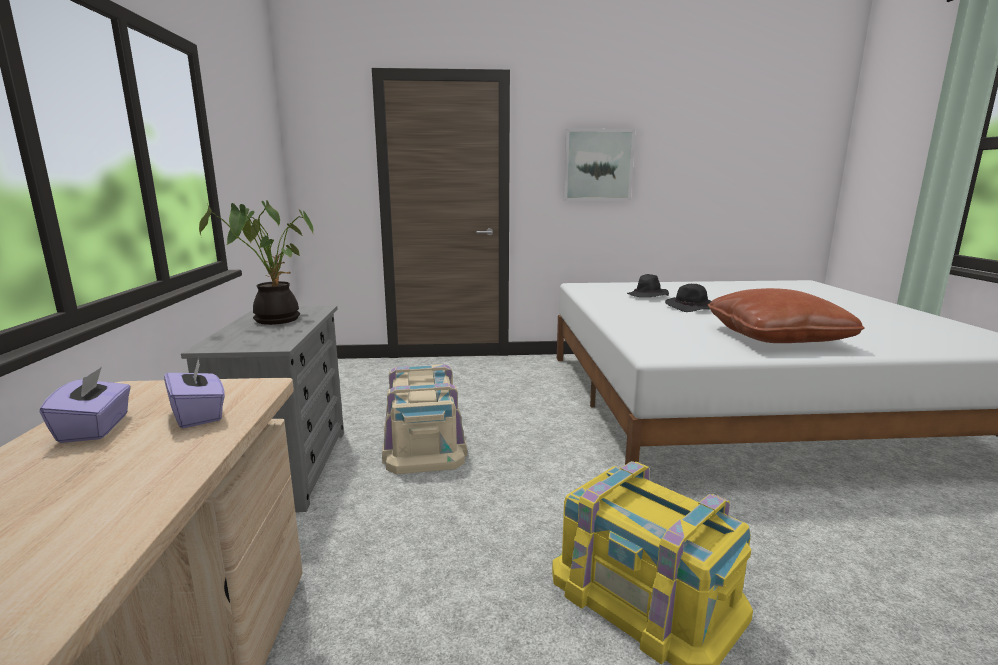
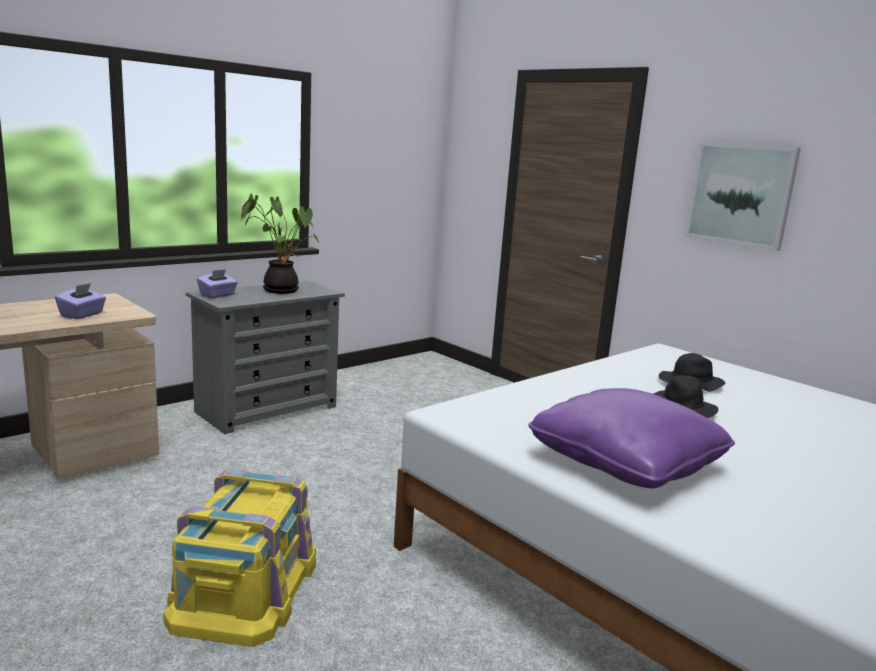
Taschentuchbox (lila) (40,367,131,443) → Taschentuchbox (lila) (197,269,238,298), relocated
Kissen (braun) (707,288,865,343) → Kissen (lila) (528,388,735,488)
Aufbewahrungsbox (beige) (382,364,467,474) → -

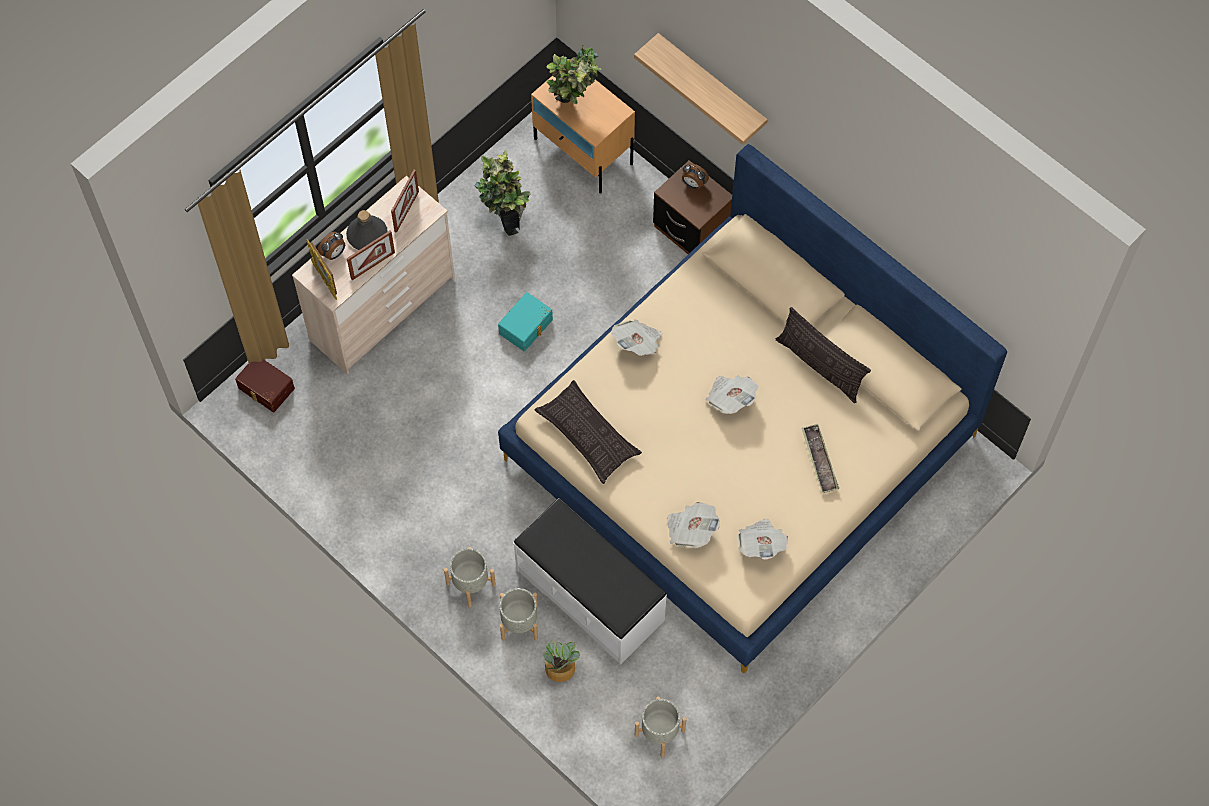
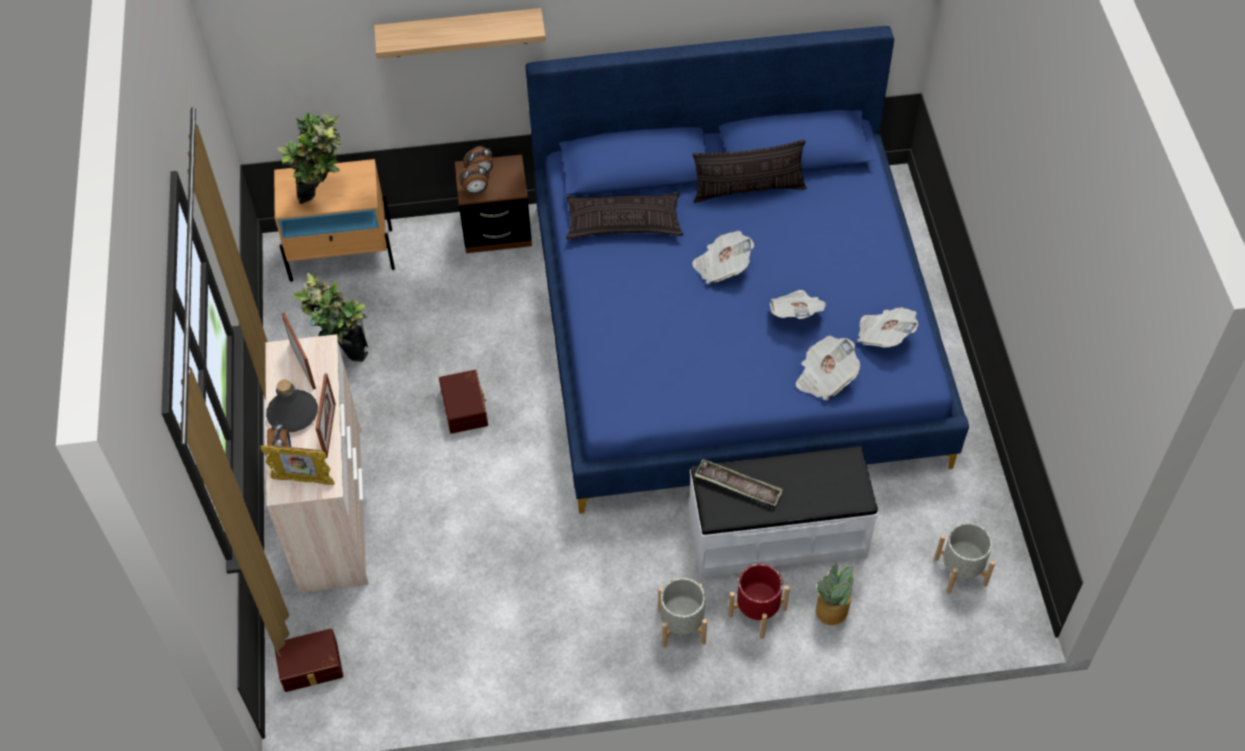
Aufbewahrungsbox (türkis) (498,292,553,352) → Aufbewahrungsbox (braun) (439,370,488,434)
- → Wecker (459,164,488,194)
Bett (beige) (498,144,1007,674) → Bett (blau) (525,26,969,514)
Kissen (535,380,642,484) → Kissen (566,192,683,239), relocated
Tablett (801,424,839,493) → Tablett (695,459,783,507), relocated
Pflanzkübel (grau) (499,588,538,641) → Pflanzkübel (rot) (728,563,790,639)
Zeitung (611,319,662,356) → Zeitung (770,290,826,319), relocated

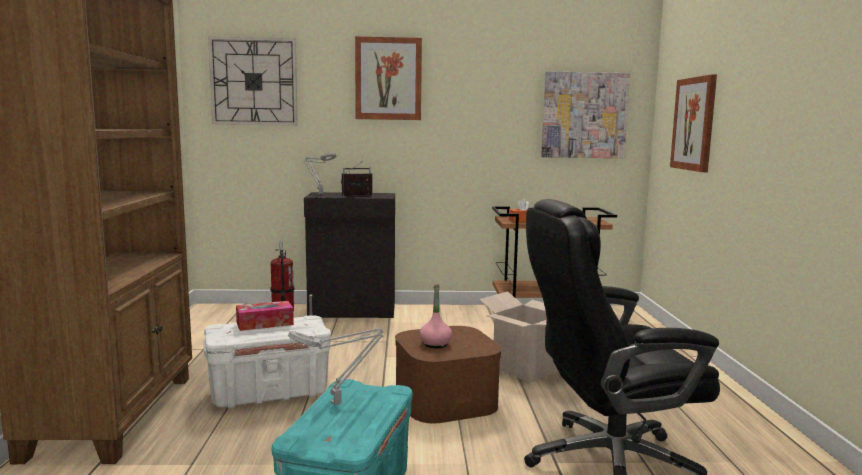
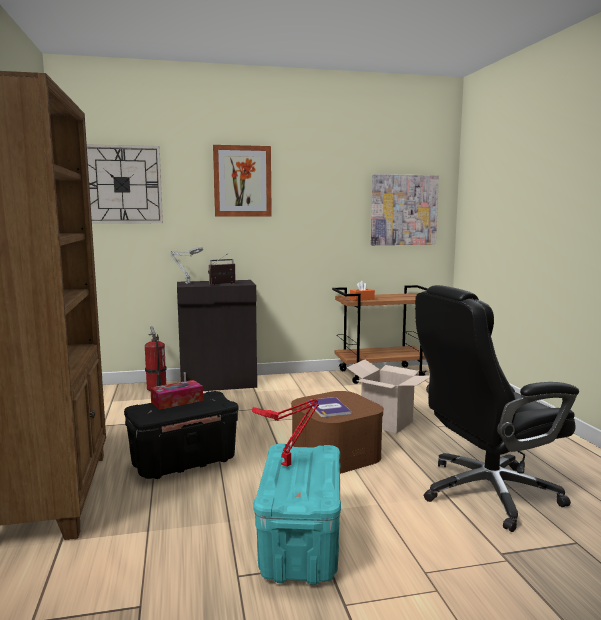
Aufbewahrungsbox (weiß) (203,315,331,409) → Aufbewahrungsbox (schwarz) (124,391,239,479)
Tischlampe (grau) (288,328,384,405) → Tischlampe (rot) (252,399,319,467)
Flasche (rosa) (420,284,452,348) → Buch (308,397,352,417)
Bild (670,74,717,172) → -

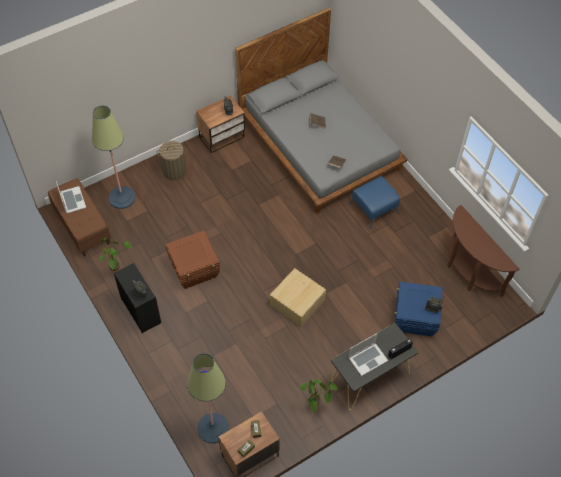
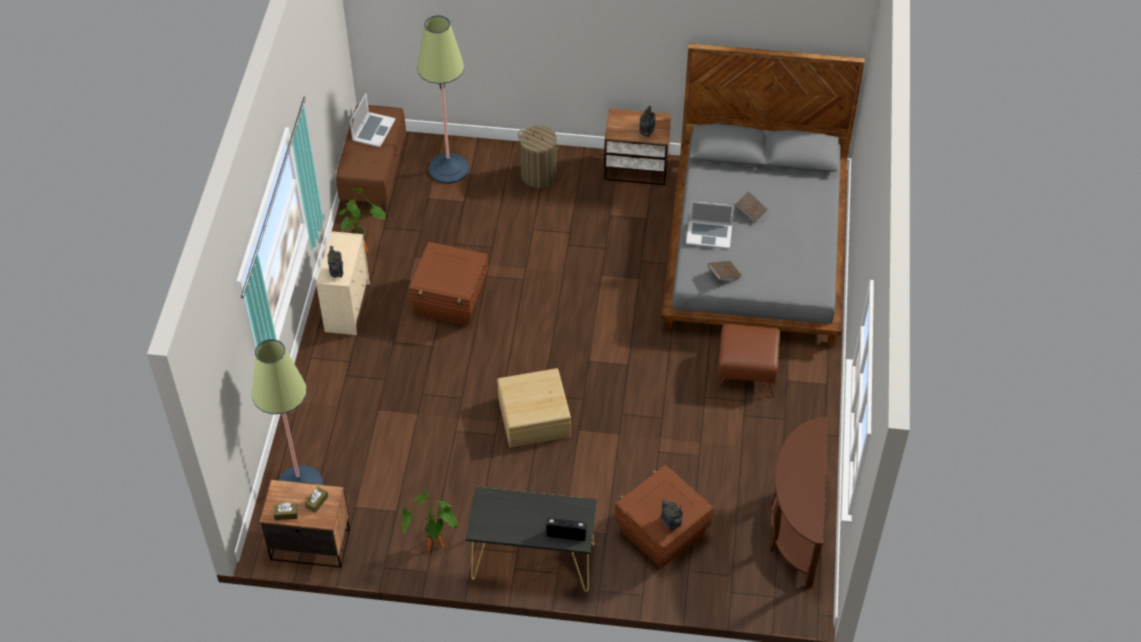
Kommode (schwarz) (114,263,161,333) → Kommode (beige) (316,231,370,335)
Aufbewahrungsbox (blau) (394,282,443,336) → Aufbewahrungsbox (braun) (615,465,714,569)
Laptop (349,333,388,376) → Laptop (686,201,734,249), relocated
Polsterhocker (blau) (350,176,400,229) → Polsterhocker (braun) (715,323,780,397)

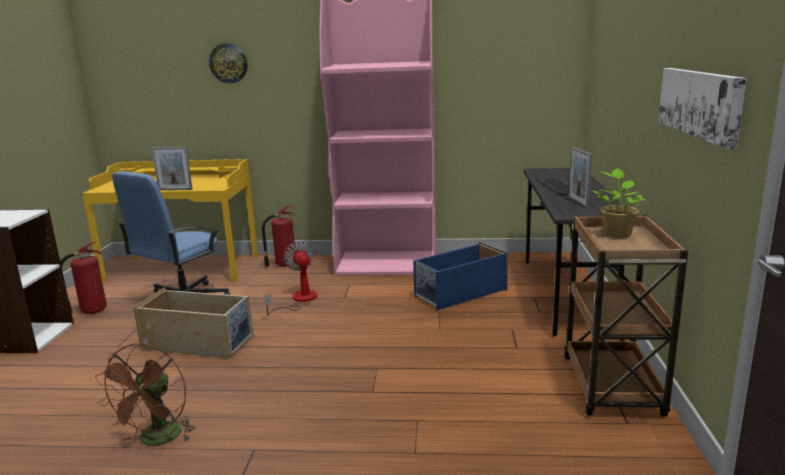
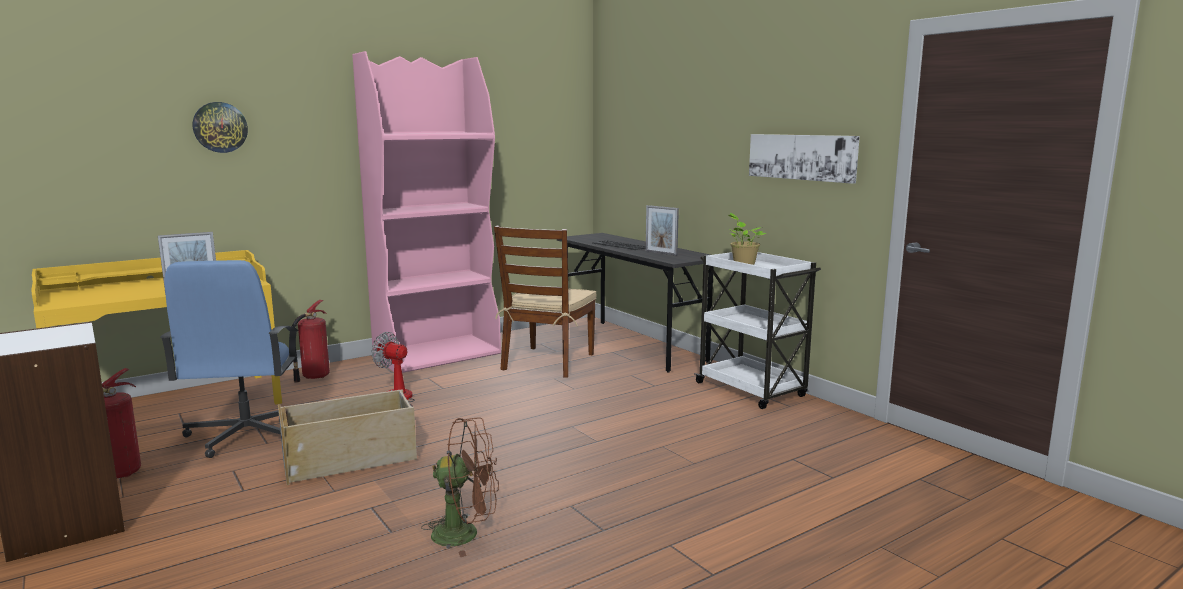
Ventilator (braun) (95,343,196,446) → Ventilator (braun) (421,417,499,557), 60 degrees counterclockwise
Aufbewahrungsbox (blau) (413,242,508,310) → Stuhl (braun) (494,226,597,378)
Rollwagen (braun) (564,215,688,416) → Rollwagen (weiß) (694,252,821,409)

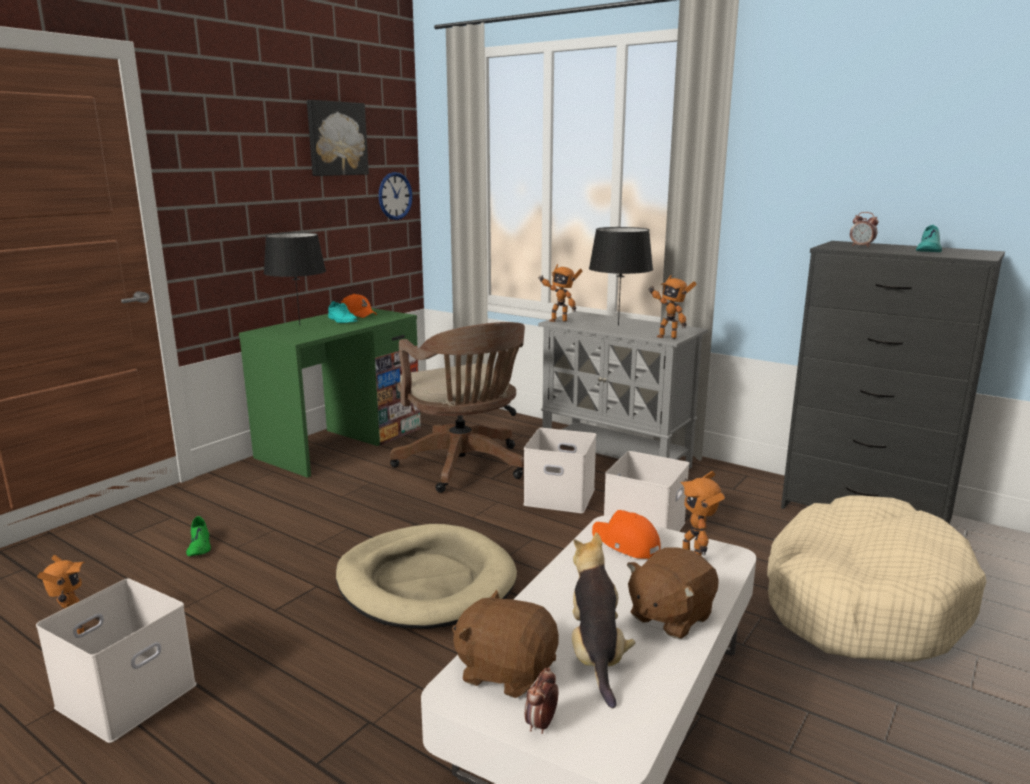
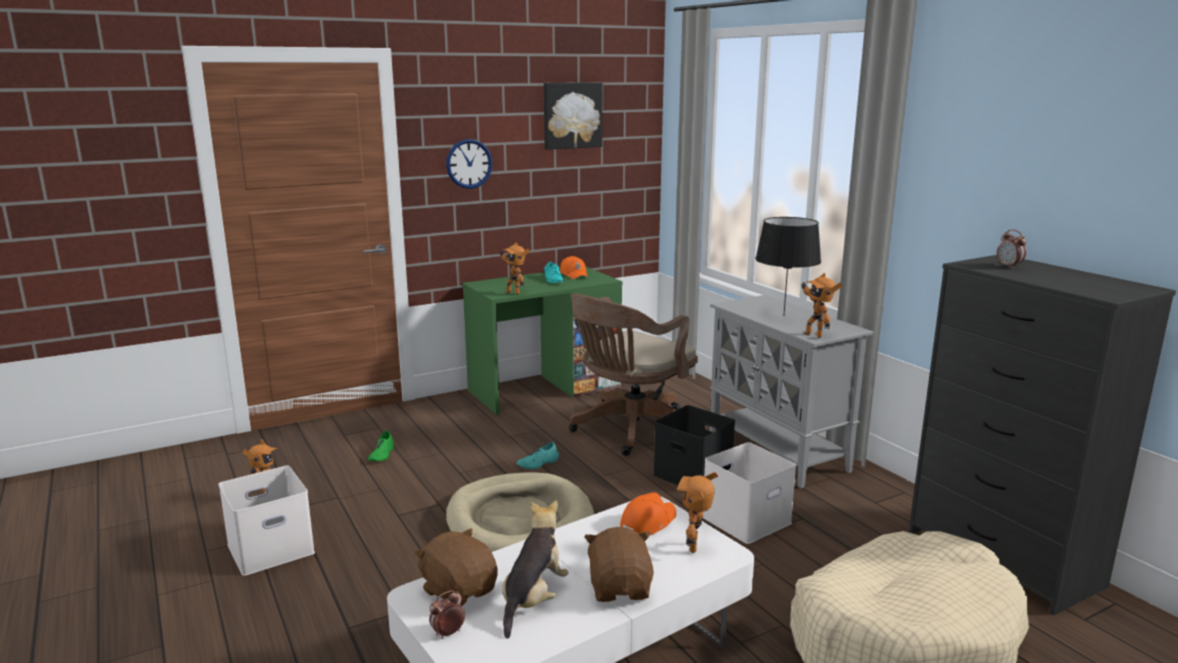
Wanduhr (379,172,413,220) → Wanduhr (446,139,493,189), relocated
Spielzeugroboter (539,264,582,322) → Spielzeugroboter (500,242,530,295), relocated
Schuh (türkis) (916,225,942,252) → Schuh (türkis) (517,442,559,469), relocated
Bürostuhl (braun) (390,322,525,493) → Bürostuhl (braun) (569,294,698,456), 45 degrees clockwise
Plüschtier (braun) (627,548,719,639) → Plüschtier (braun) (584,527,654,602), 105 degrees clockwise
Kappe (orange) (592,510,661,559) → Kappe (orange) (620,493,676,536), 60 degrees clockwise
Aufbewahrungsbox (weiß) (523,428,596,513) → Aufbewahrungsbox (schwarz) (653,405,735,485)
Tischlampe (schwarz) (264,232,326,325) → -

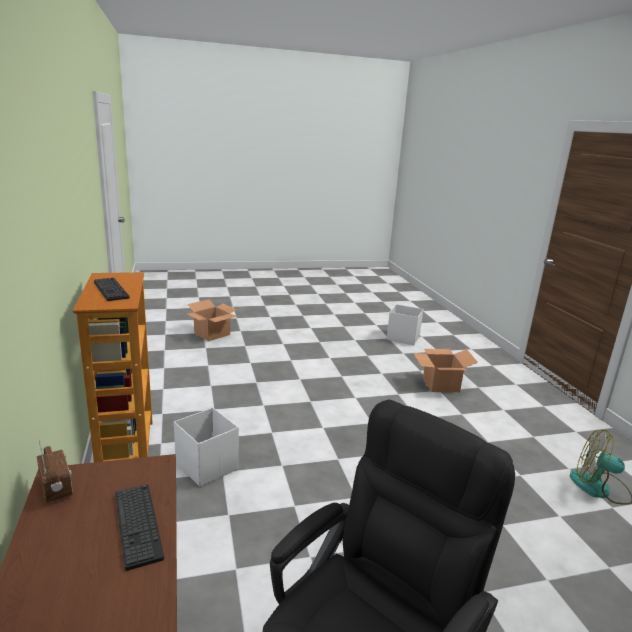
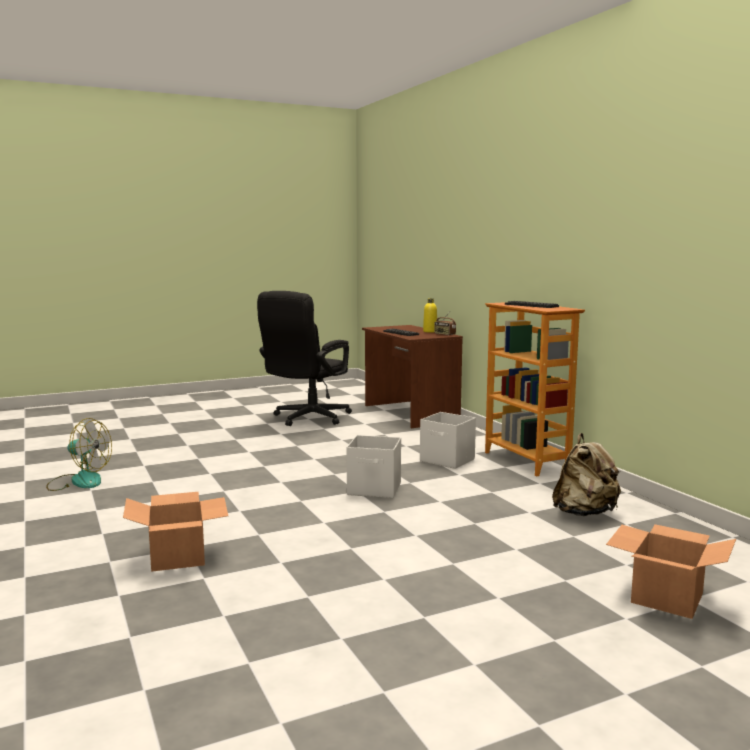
Aufbewahrungsbox (weiß) (387,304,423,345) → Aufbewahrungsbox (weiß) (347,435,401,498), relocated
- → Flasche (gelb) (423,298,437,332)
- → Rucksack (beige) (552,433,621,516)

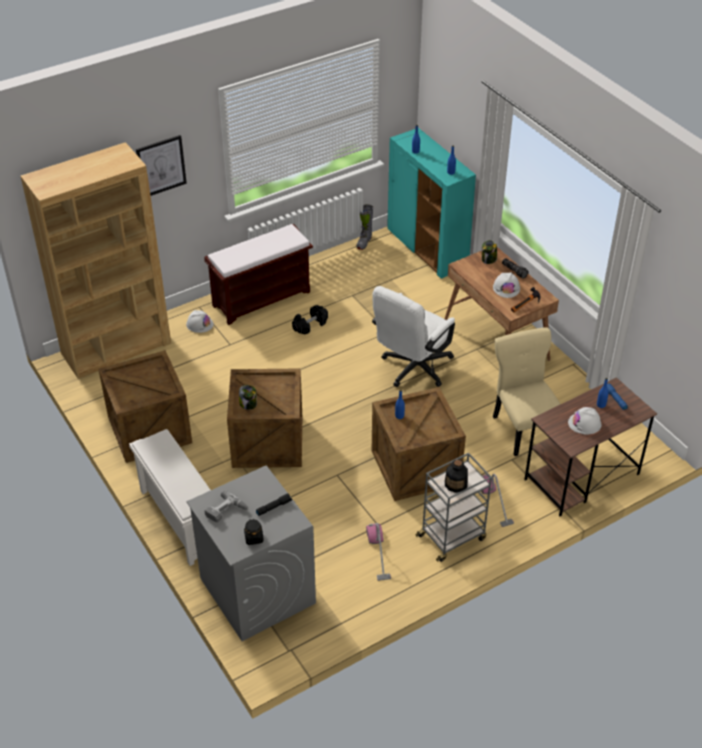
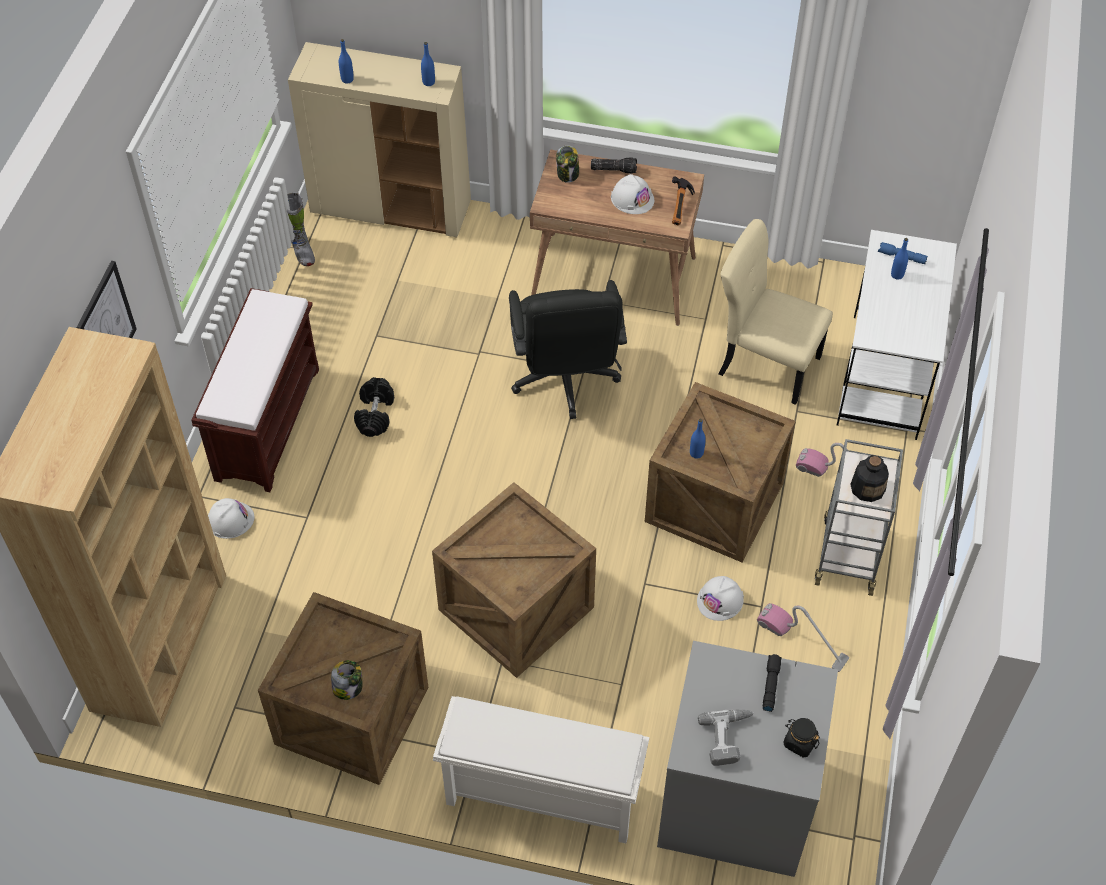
Schrank (türkis) (387,128,476,279) → Schrank (beige) (288,42,471,237)
Vorratsglas (239,385,257,410) → Vorratsglas (331,660,362,700), relocated
Bürostuhl (weiß) (372,286,455,387) → Bürostuhl (schwarz) (509,280,627,419)
Schutzhelm (weiß) (568,407,602,435) → Schutzhelm (weiß) (697,576,744,621), relocated
Schreibtisch (braun) (524,377,657,516) → Schreibtisch (weiß) (837,230,957,440)

